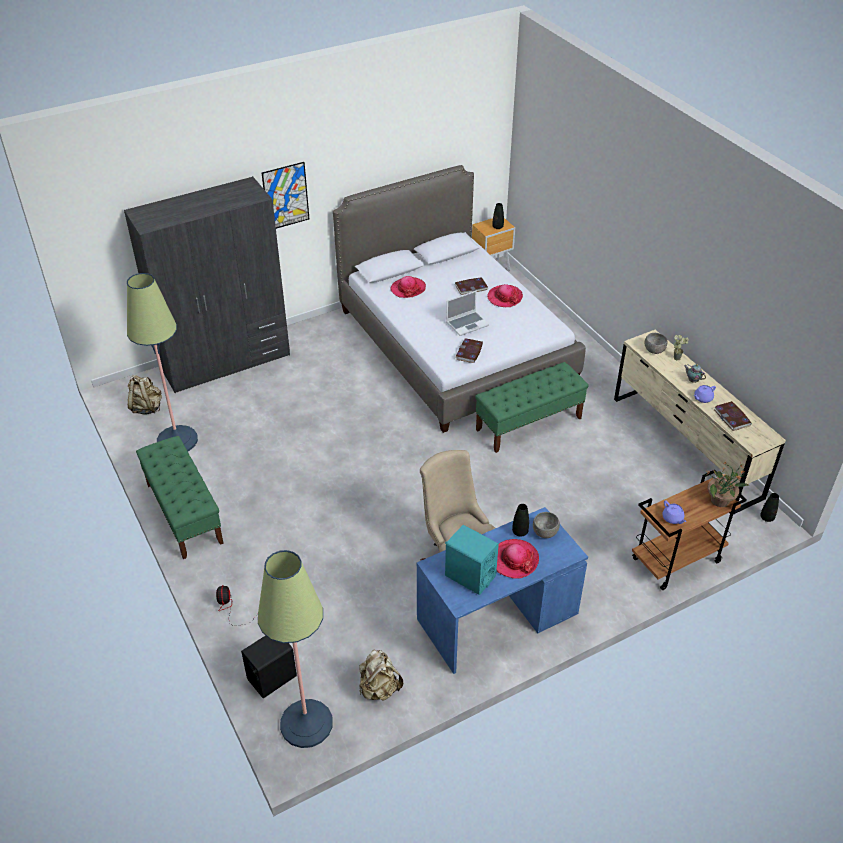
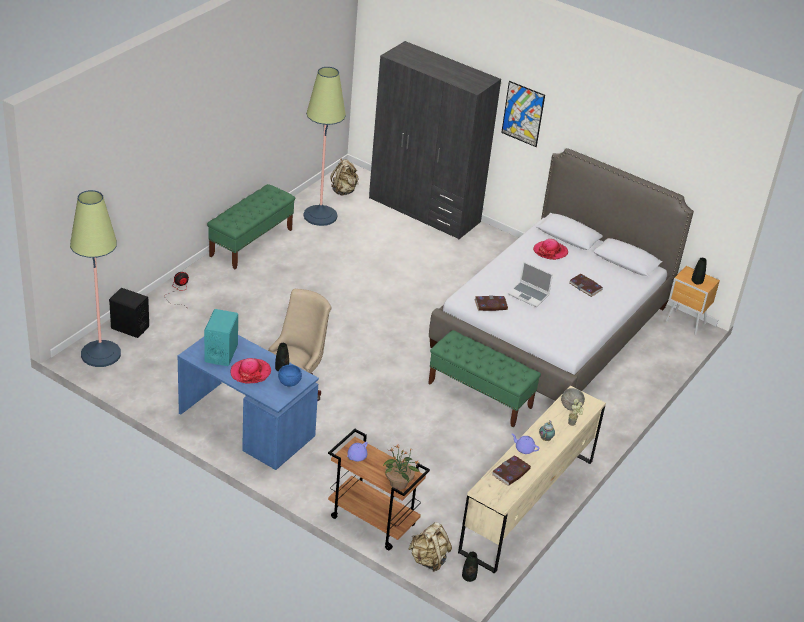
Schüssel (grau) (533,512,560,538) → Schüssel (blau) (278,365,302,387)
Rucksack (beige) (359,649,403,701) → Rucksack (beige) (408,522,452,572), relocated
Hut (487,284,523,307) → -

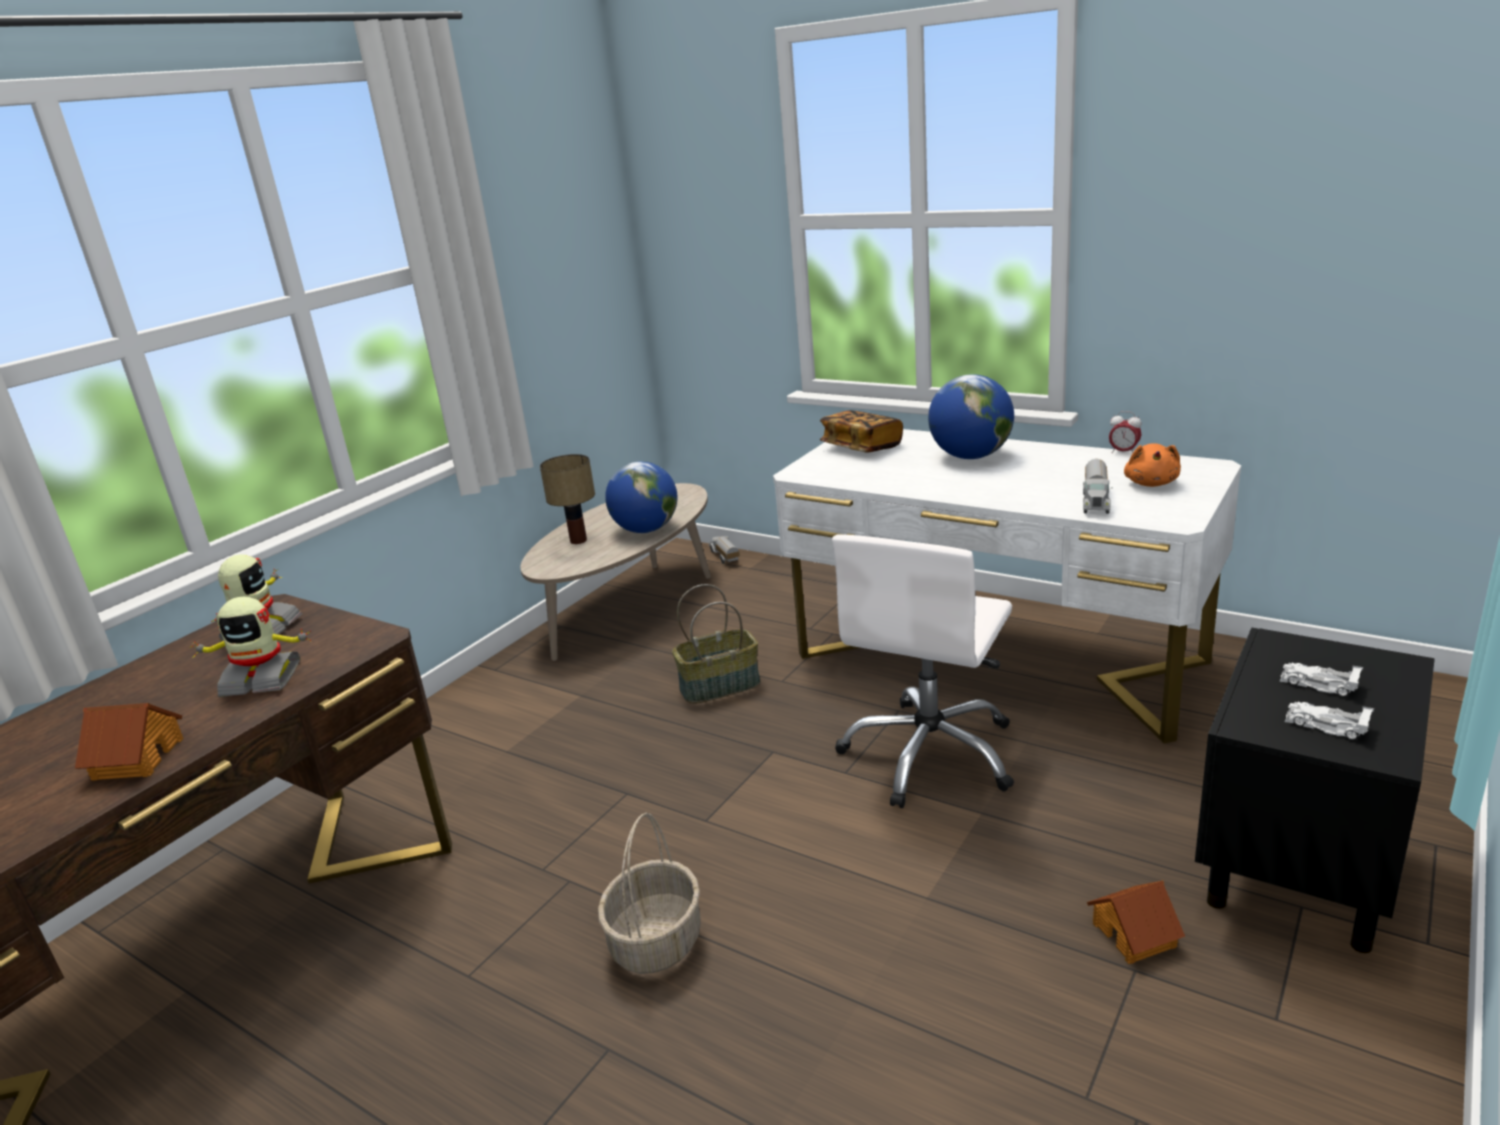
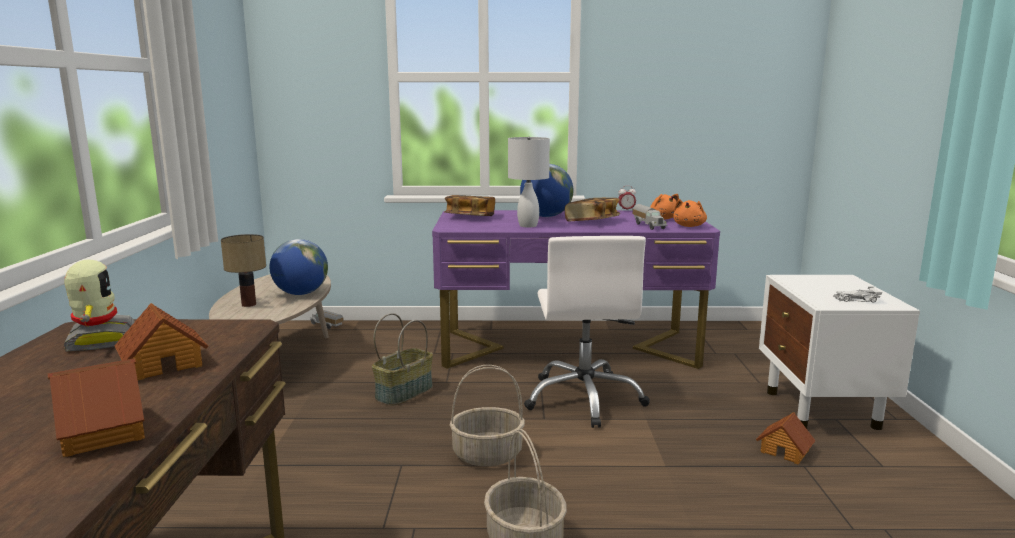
Spielzeugroboter (189,597,311,697) → Spielzeughaus (115,303,208,380)
Schreibtisch (weiß) (773,429,1241,744) → Schreibtisch (lila) (432,210,720,369)
- → Korb (450,365,525,466)
- → Tischlampe (weiß) (508,137,550,227)
- → Buch (565,198,620,221)
- → Plüschtier (orange) (673,199,707,227)
Nachttisch (schwarz) (1195,627,1435,953) → Nachttisch (weiß) (759,275,920,430)
Spielzeugauto (weiß) (1280,663,1364,697) → -

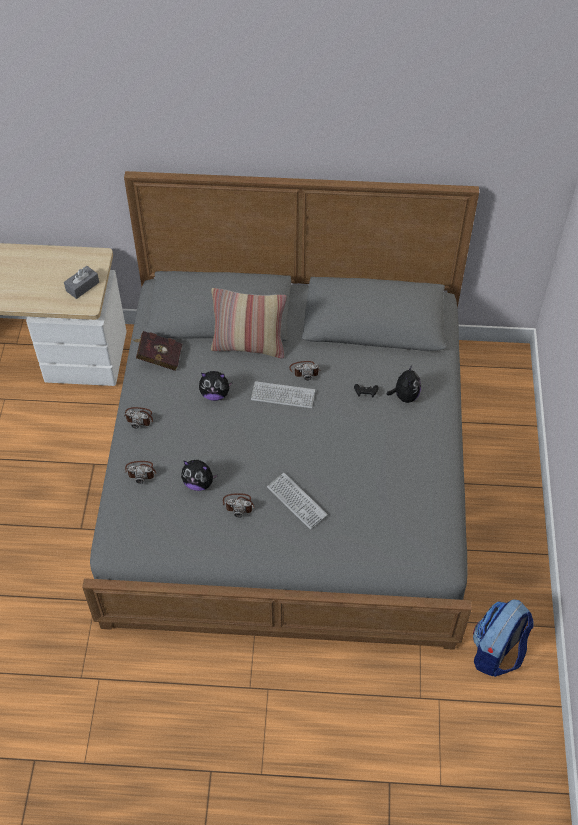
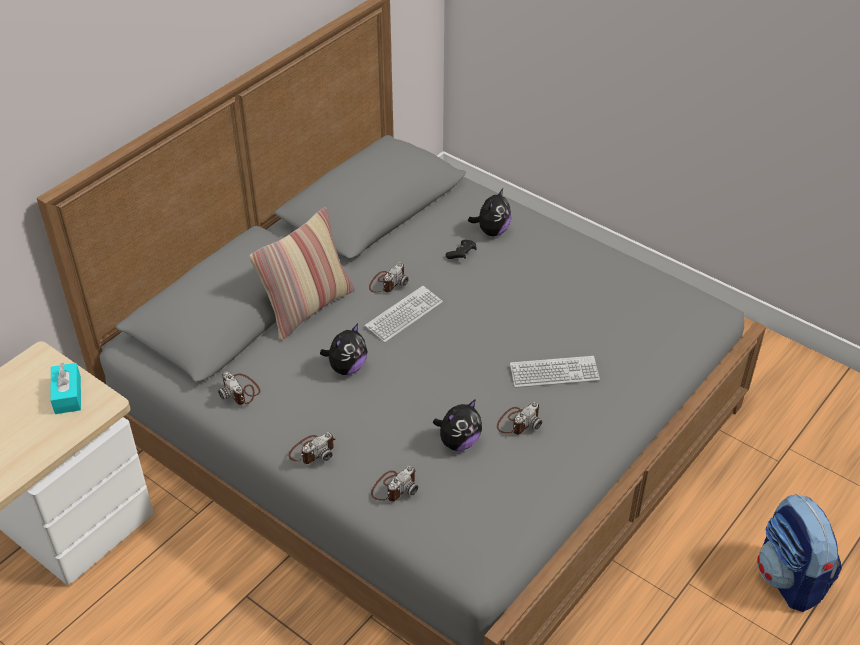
Taschentuchbox (grau) (64,266,99,299) → Taschentuchbox (türkis) (50,362,81,414)
Buch (rot) (132,331,182,371) → Kamera (218,371,260,405)
Plüschtier (386,365,421,403) → Plüschtier (468,187,511,236), 75 degrees clockwise
Rucksack (473,599,533,677) → Rucksack (757,494,842,612), relocated

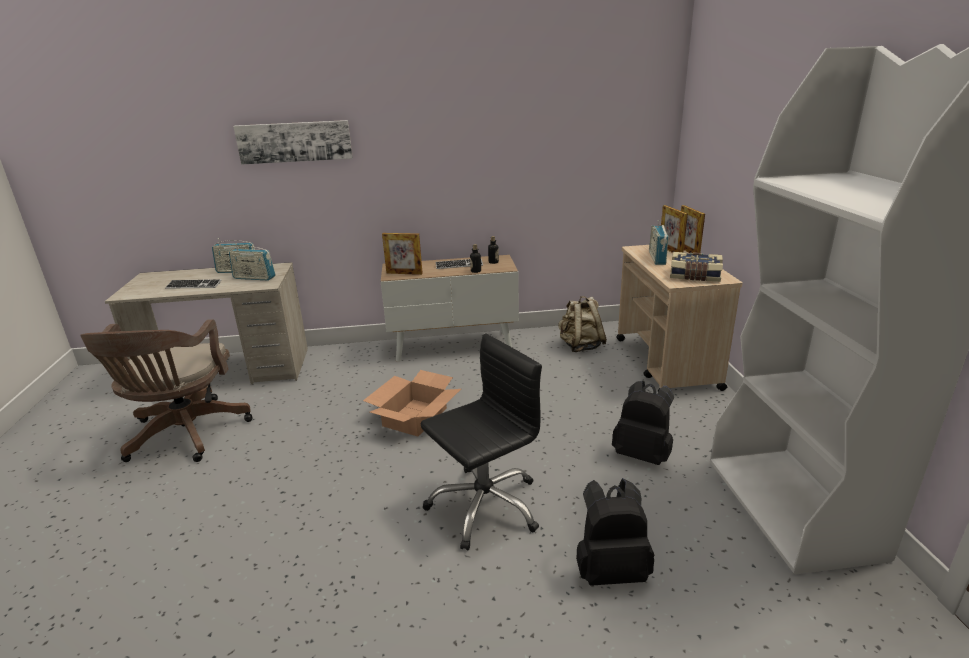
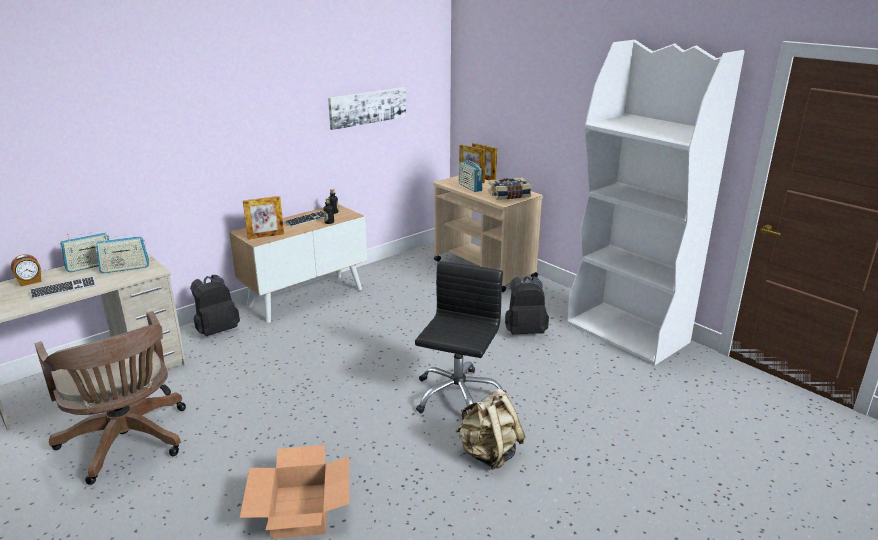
- → Wecker (11,254,41,286)
Rucksack (schwarz) (576,478,654,586) → Rucksack (schwarz) (190,275,240,336), relocated
Karton (363,370,461,436) → Karton (240,445,349,539), relocated
Bild (233,120,353,165) → Bild (328,87,406,130), relocated
Rucksack (beige) (558,296,607,352) → Rucksack (beige) (456,388,525,470), relocated

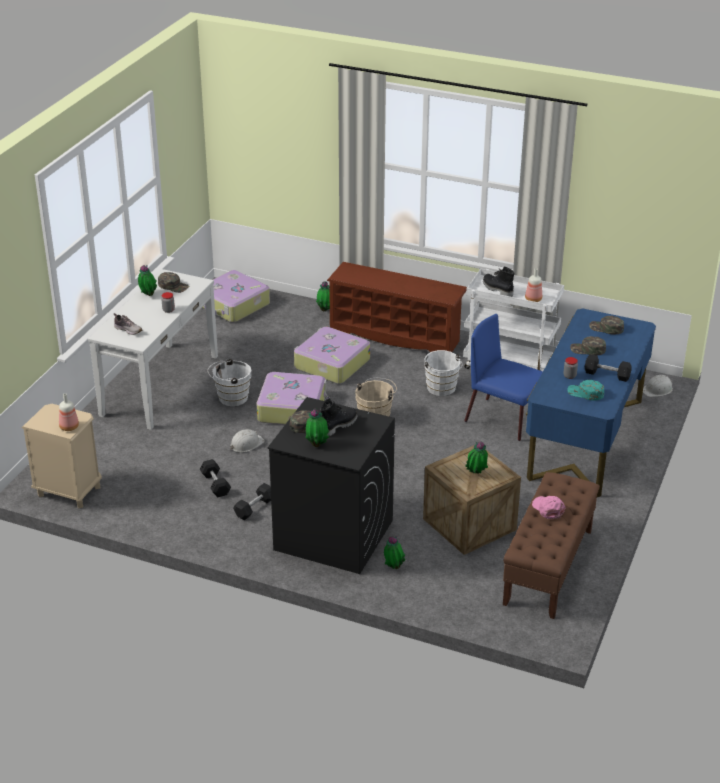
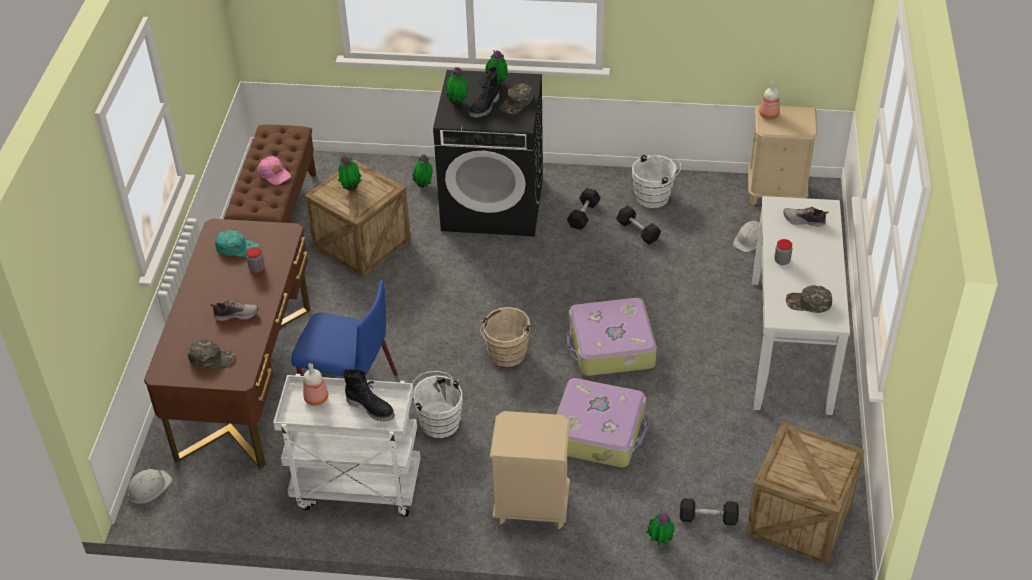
Schreibtisch (blau) (525,309,656,497) → Schreibtisch (braun) (144,219,311,468)
Kappe (grün) (570,336,606,356) → Schuh (210,300,258,321)
Topfpflanze (138,265,157,296) → Topfpflanze (446,67,468,106), relocated
Schuhregal (braun) (327,262,467,352) → Nachttisch (beige) (490,411,570,529)
Eimer (weiß) (207,359,252,406) → Eimer (weiß) (632,153,681,208), relocated
Hantel (schwarz) (585,354,632,382) → Hantel (schwarz) (680,498,739,525), relocated
Schutzhelm (weiß) (230,429,265,452) → Schutzhelm (weiß) (733,221,760,252), relocated
Koffer (202,270,270,322) → Kiste (746,422,864,564)

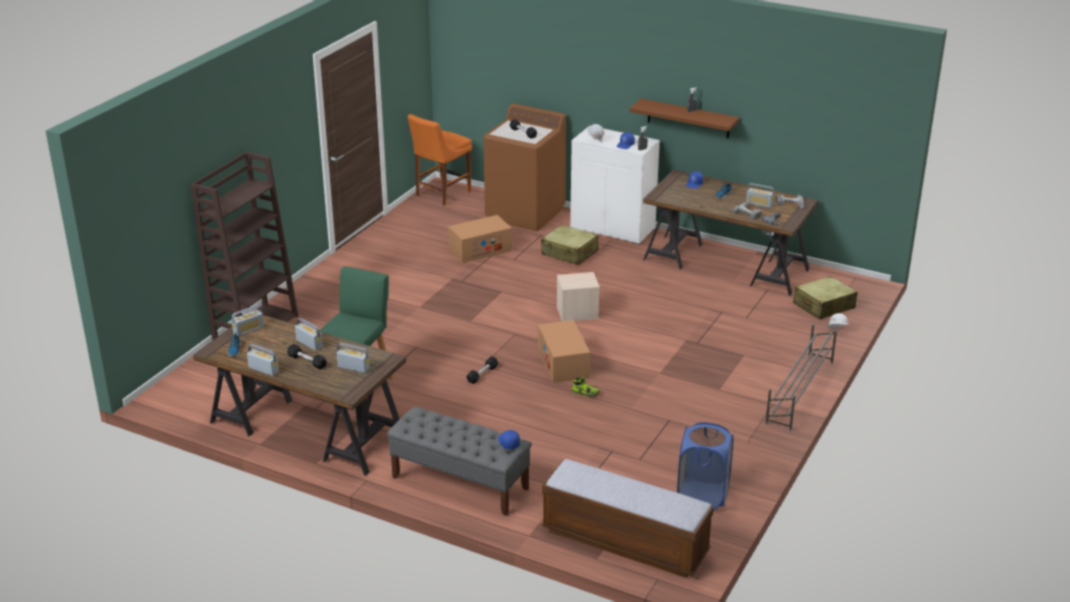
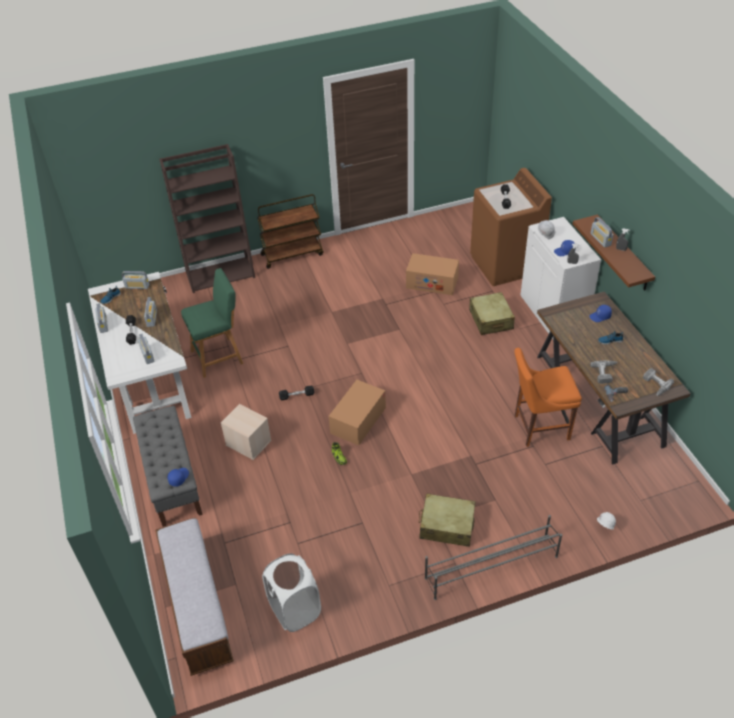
Schreibtisch (braun) (193,315,406,476) → Schreibtisch (weiß) (88,272,192,434)
Aufbewahrungsbox (beige) (557,272,600,321) → Aufbewahrungsbox (beige) (221,404,272,460), relocated
- → Rollwagen (braun) (257,194,323,269)
Wäschekorb (blau) (677,422,733,510) → Wäschekorb (weiß) (262,553,321,632)
Koffer (beige) (793,276,858,319) → Koffer (beige) (419,493,475,547), relocated
Stuhl (orange) (408,114,472,206) → Stuhl (orange) (514,348,582,447), relocated
Radio (746,183,774,208) → Radio (591,217,613,248), relocated

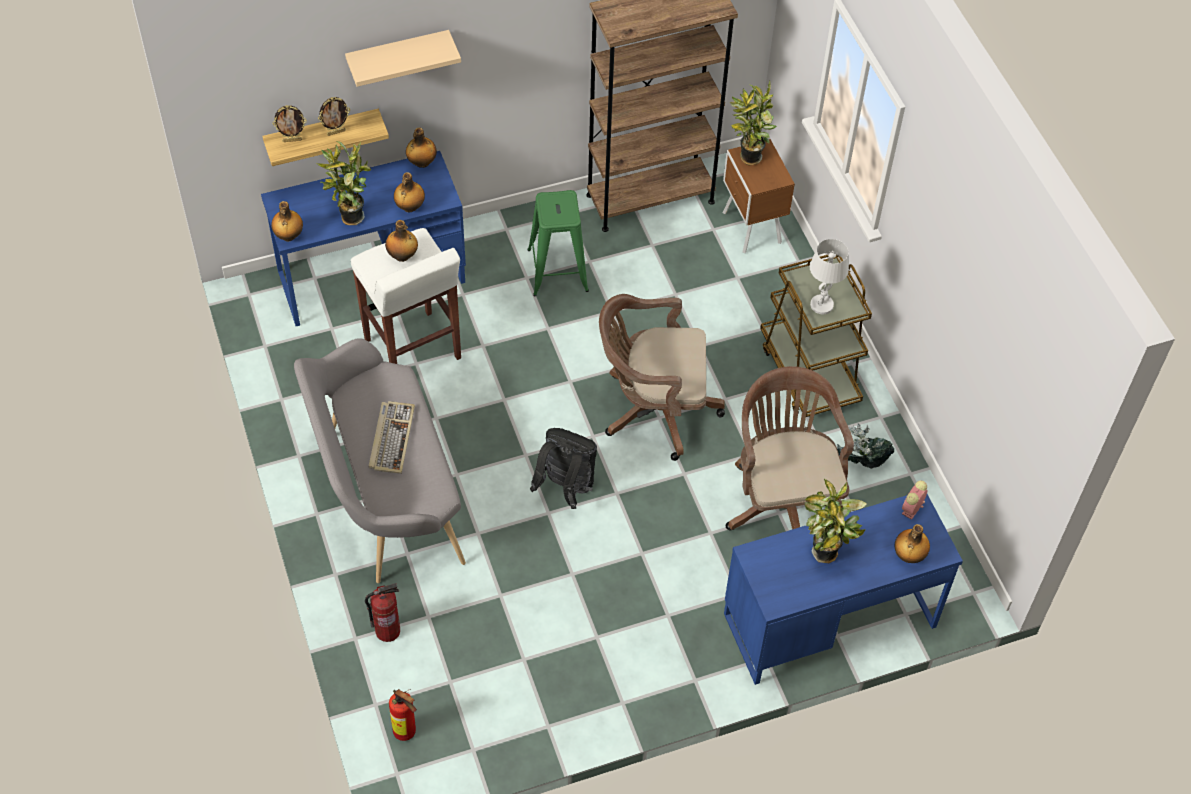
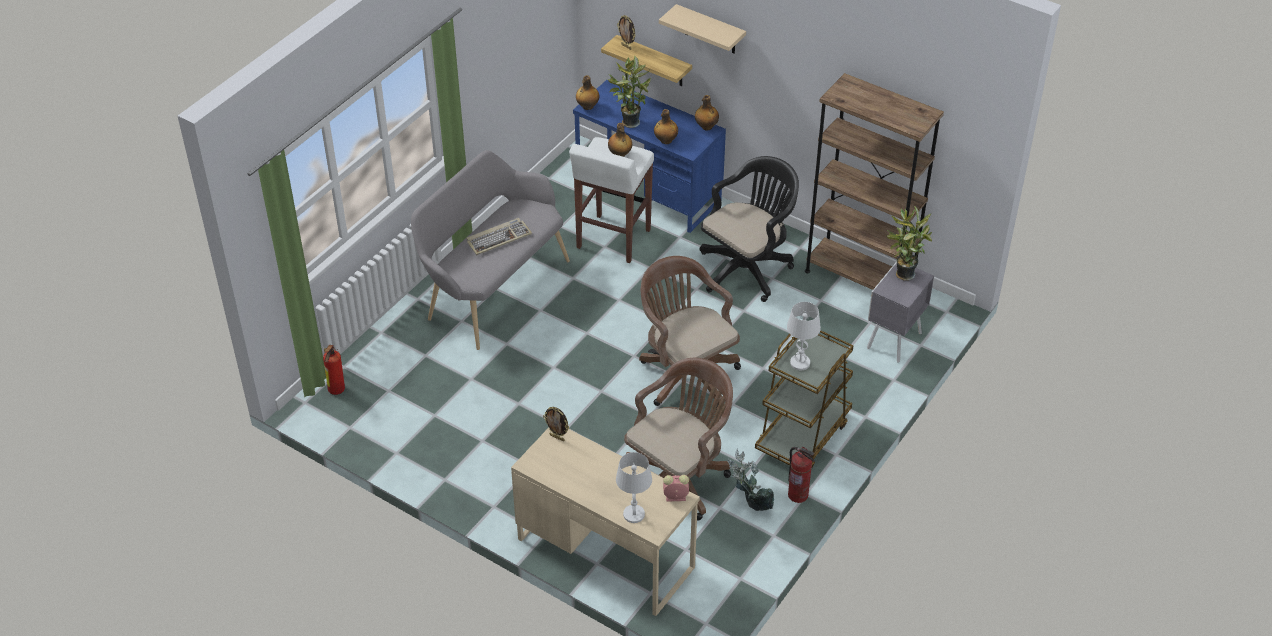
Schreibtisch (blau) (724,494,963,685) → Schreibtisch (beige) (511,428,700,616)
Bilderrahmen (318,97,350,136) → Bilderrahmen (543,407,569,441), relocated
Flasche (895,524,930,563) → Tischlampe (weiß) (616,452,652,523)
Hocker (grün) (527,190,589,296) → Bürostuhl (schwarz) (699,156,799,302)
Feuerlöscher (365,583,400,642) → Feuerlöscher (788,446,815,503), relocated
Nachttisch (braun) (723,139,795,253) → Nachttisch (grau) (867,261,934,363)
Rucksack (schwarz) (530,428,597,509) → -
Topfpflanze (805,479,866,563) → -

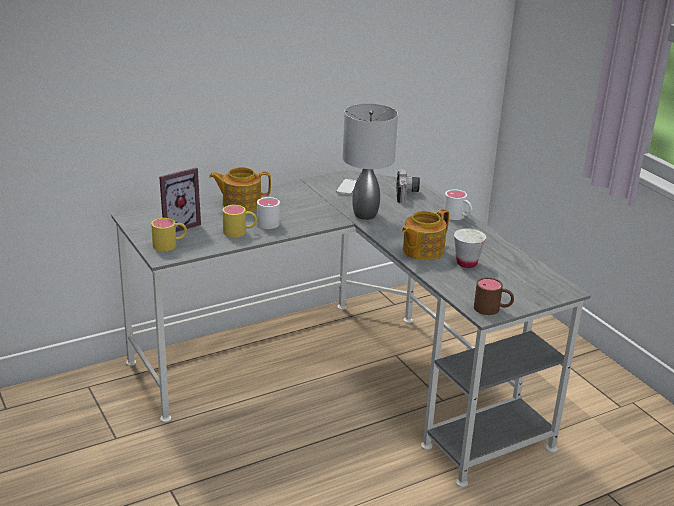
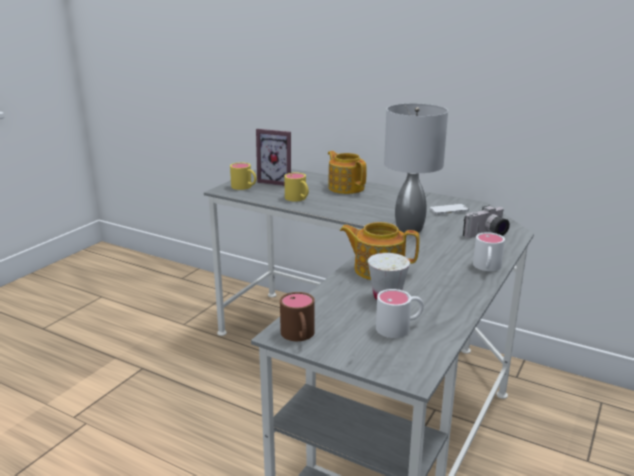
Henkelbecher (weiß) (257,197,280,229) → Henkelbecher (weiß) (376,289,424,338), relocated

